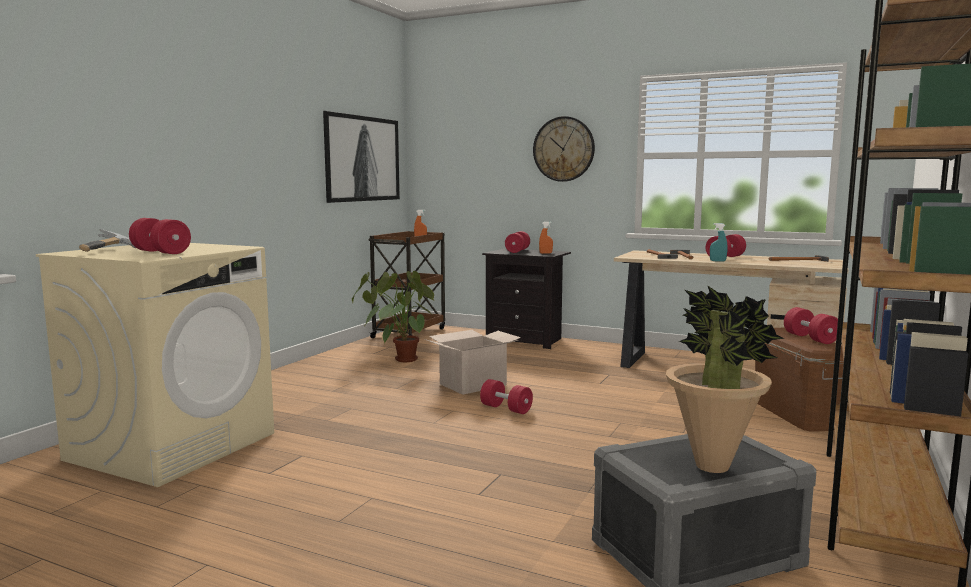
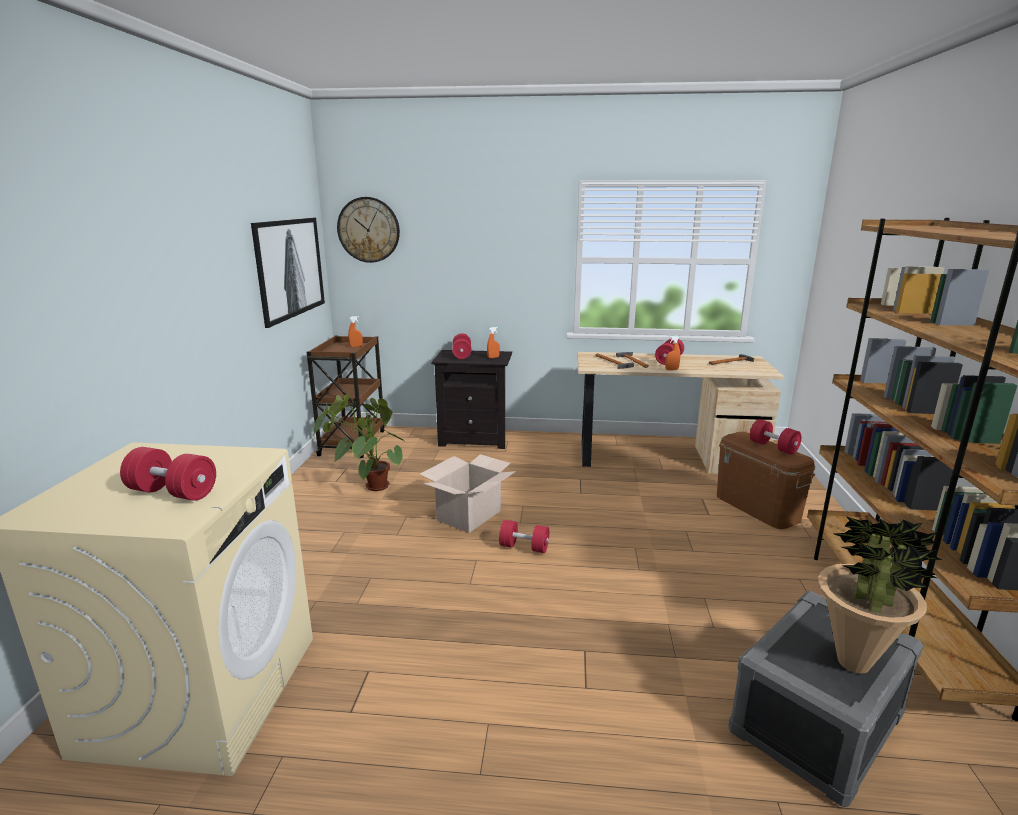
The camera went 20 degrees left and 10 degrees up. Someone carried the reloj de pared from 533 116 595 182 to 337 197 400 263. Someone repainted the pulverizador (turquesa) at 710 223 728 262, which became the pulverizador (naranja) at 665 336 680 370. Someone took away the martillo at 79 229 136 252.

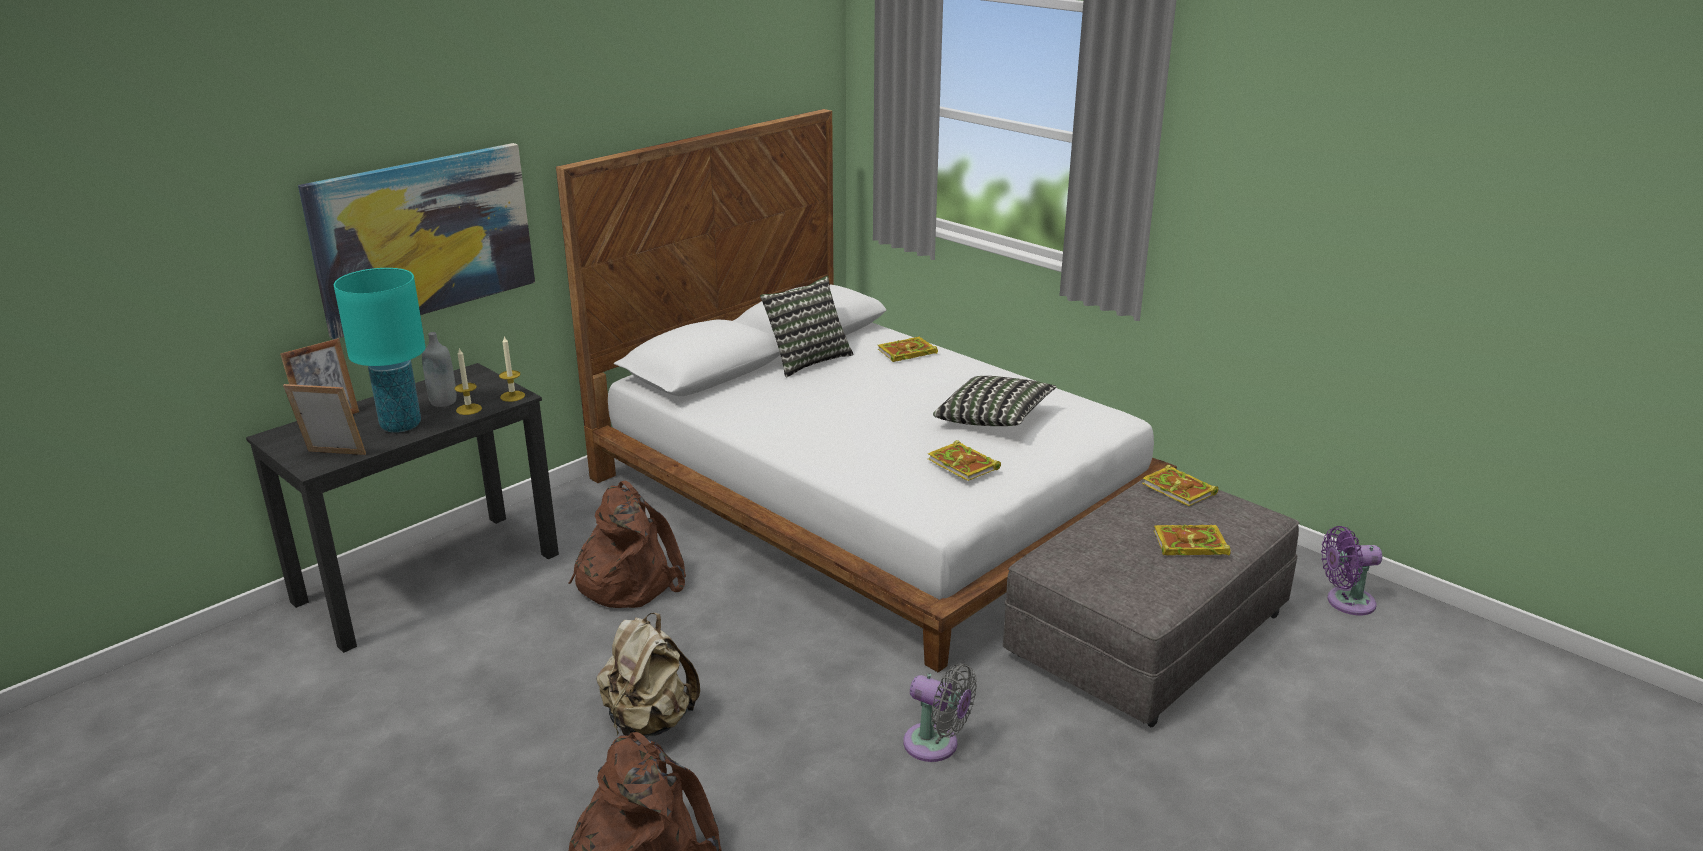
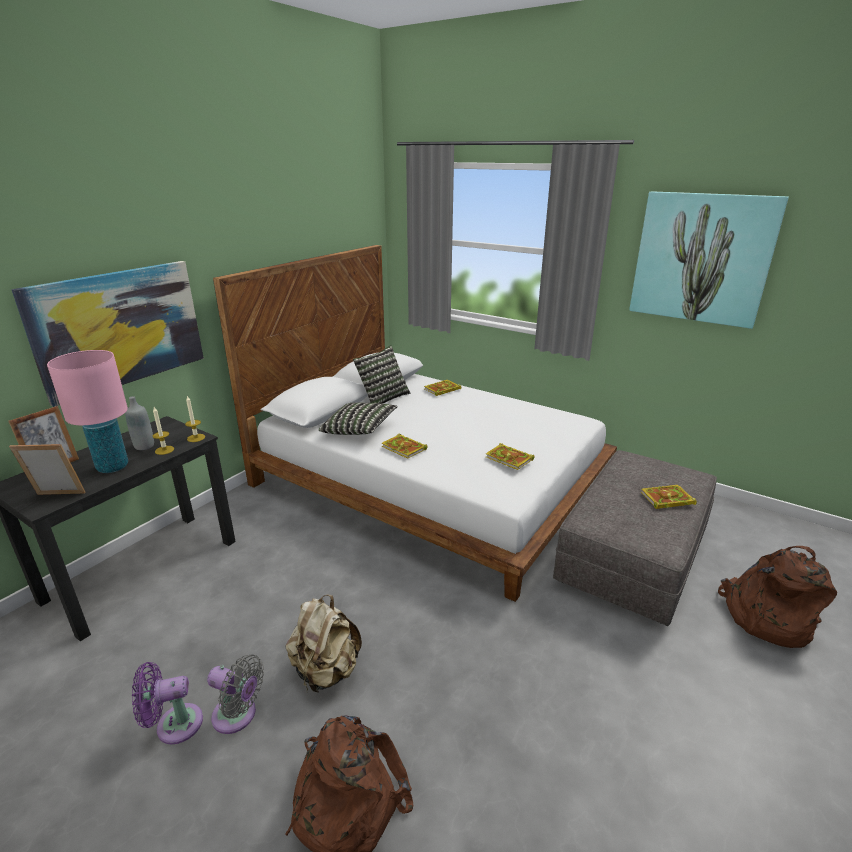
The camera went 10 degrees left and 0 degrees up. Someone repainted the lámpara de mesa (turquesa) at 334 268 426 433, which became the lámpara de mesa (rosa) at 47 350 128 473. Someone carried the ventilador (morado) from 1321 526 1382 615 to 132 662 203 745. Someone carried the ventilador (gris) from 903 664 977 762 to 207 654 264 734. Someone carried the cojín from 933 376 1056 426 to 319 402 398 435. Someone carried the libro from 1142 465 1218 506 to 382 433 428 458. Someone put up the cuadro at 629 191 789 329. Someone carried the mochila (marrón) from 569 481 686 608 to 718 546 837 648.

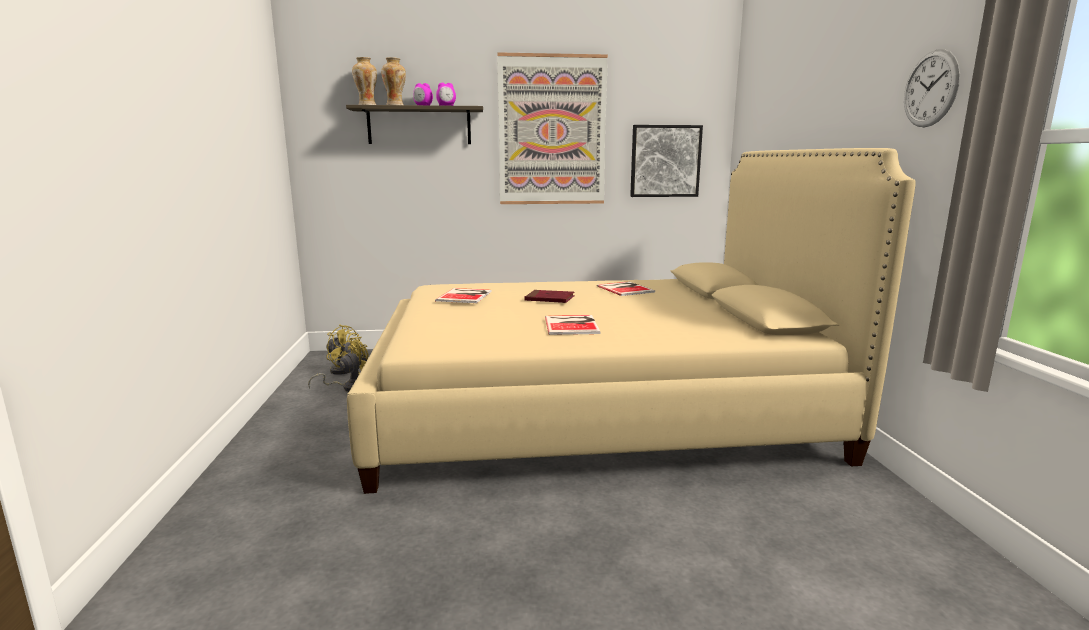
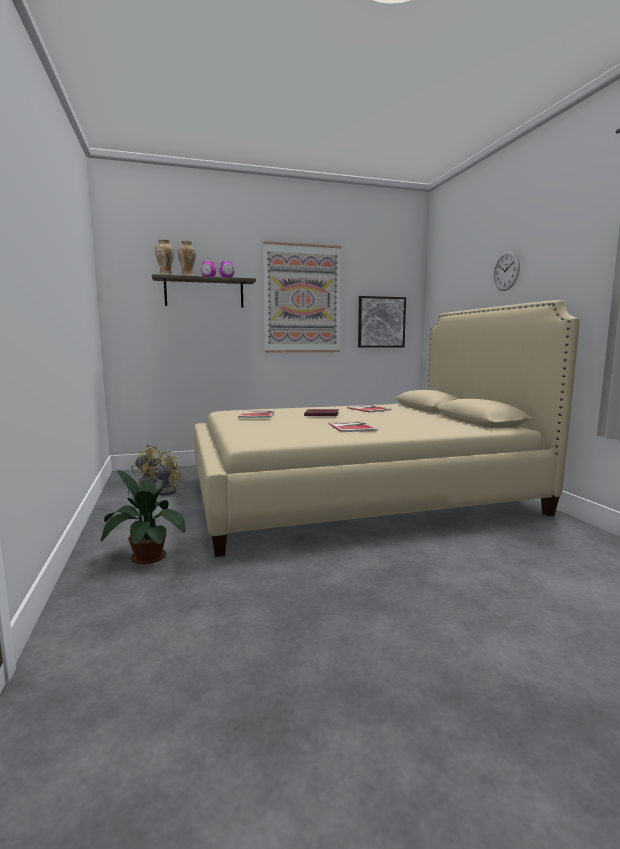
The camera went 10 degrees left and 5 degrees down. Someone put down the planta en maceta at 101 470 186 564. Someone carried the reloj de pared from 904 49 960 127 to 494 251 520 291.

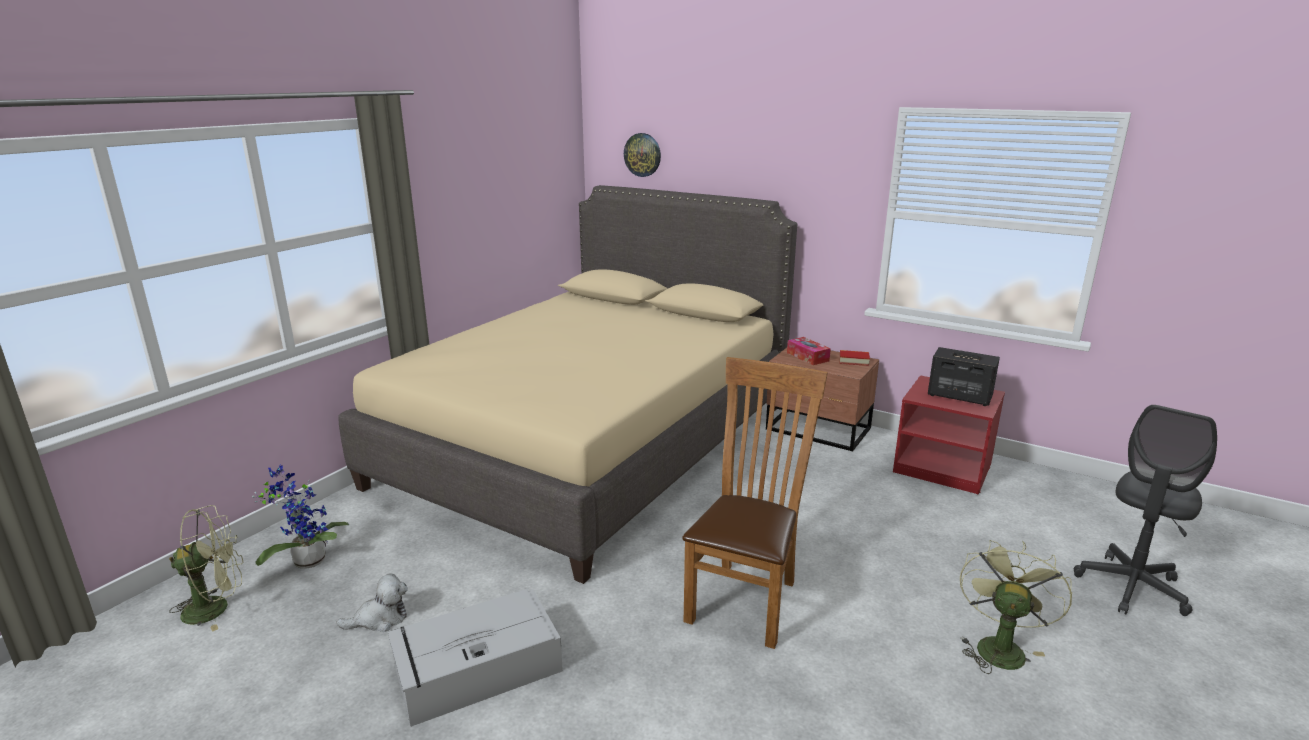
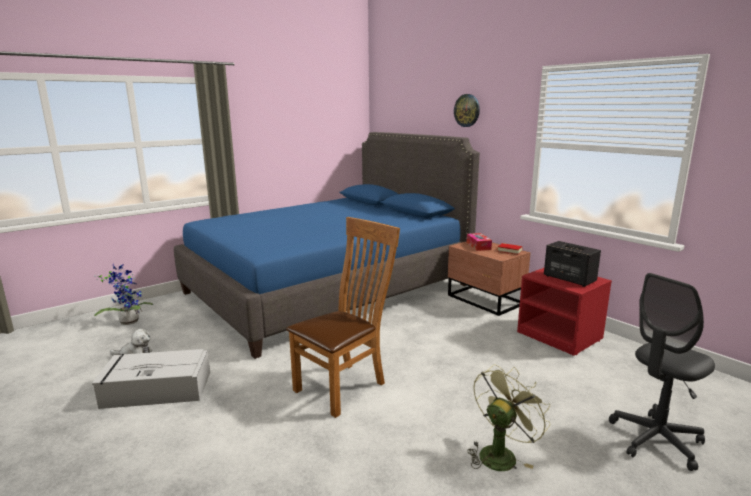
The camera went 20 degrees right and 5 degrees down. Someone repainted the cama (beis) at 339 185 797 584, which became the cama (azul) at 174 132 480 359. Someone carried the reloj de pared from 624 133 661 177 to 454 94 480 127. Someone took away the ventilador (verde) at 169 505 243 632.

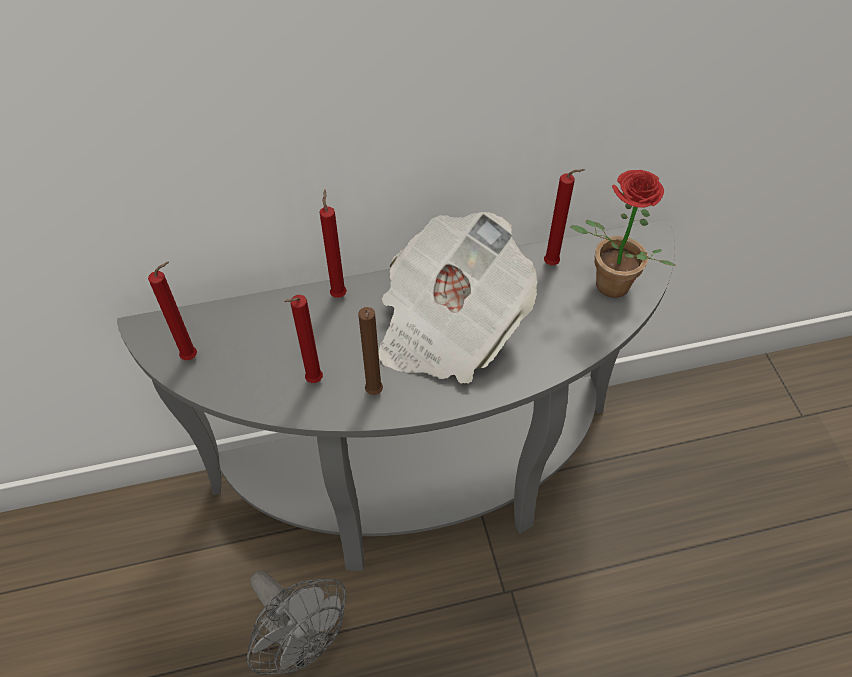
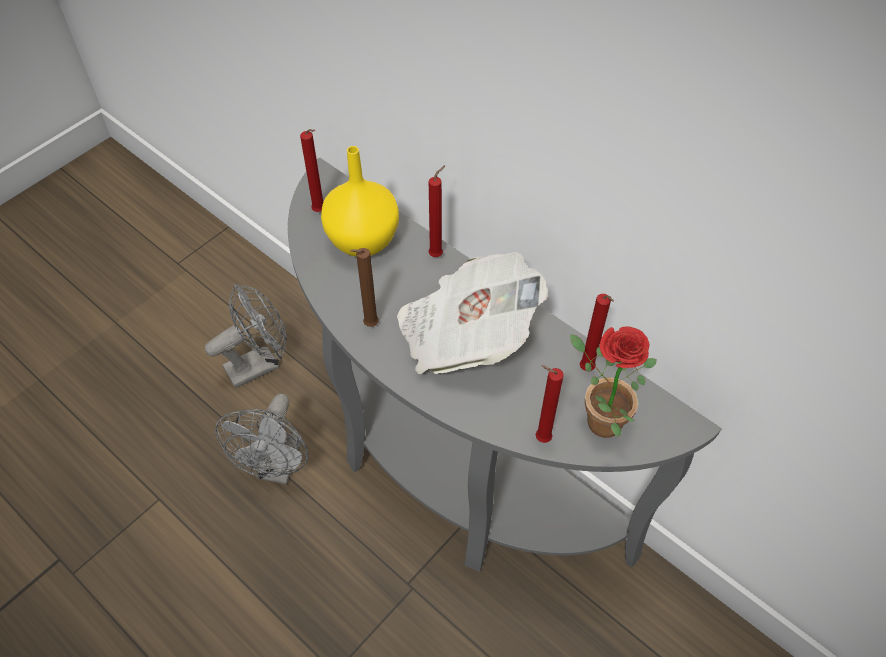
The camera went 55 degrees right and 0 degrees up. Someone put down the ventilador (gris) at 205 284 287 388. Someone put down the florero (amarillo) at 321 146 399 257. Someone carried the vela (rojo) from 284 295 323 383 to 535 365 564 443.

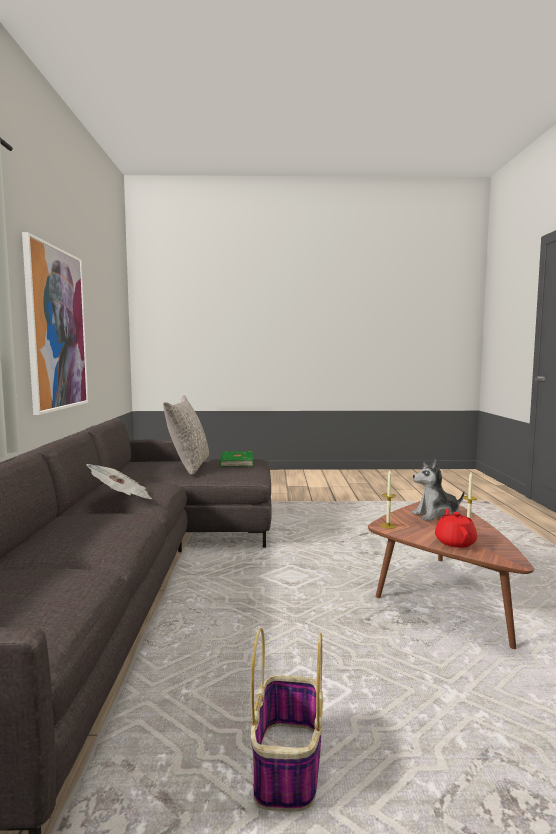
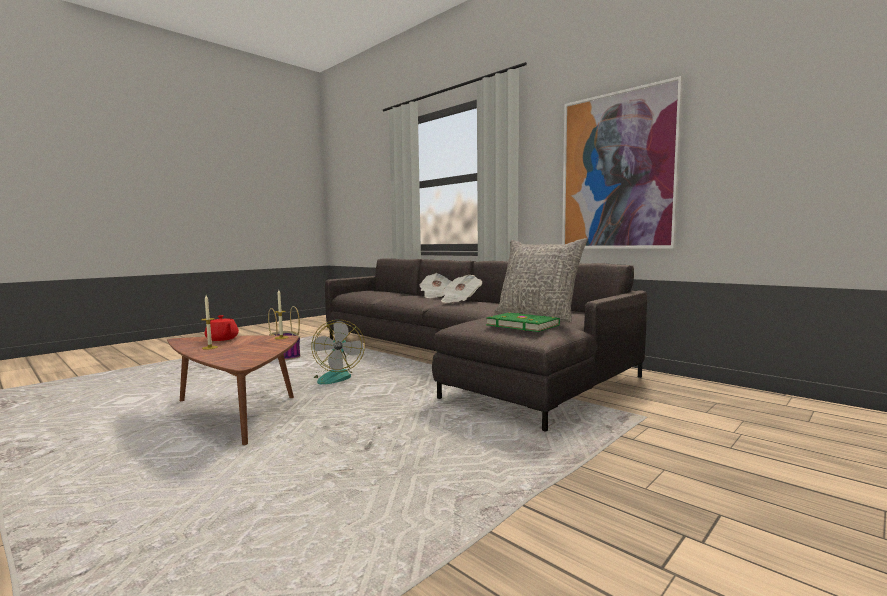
The camera went 135 degrees right and 0 degrees up. Someone put down the ventilador at 311 320 365 384. Someone put down the periódico at 420 273 452 298. Someone took away the peluche at 412 459 465 521.

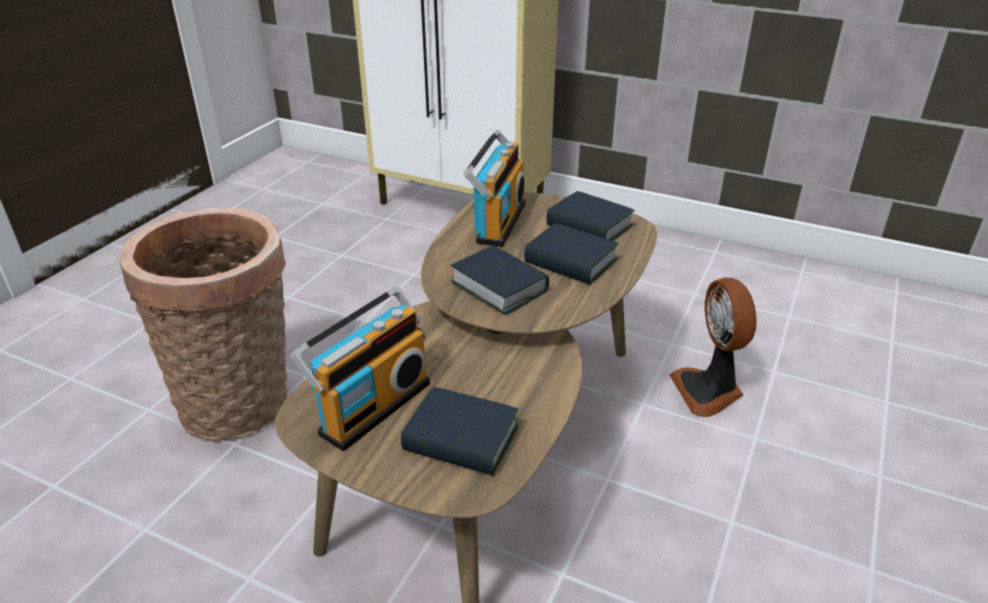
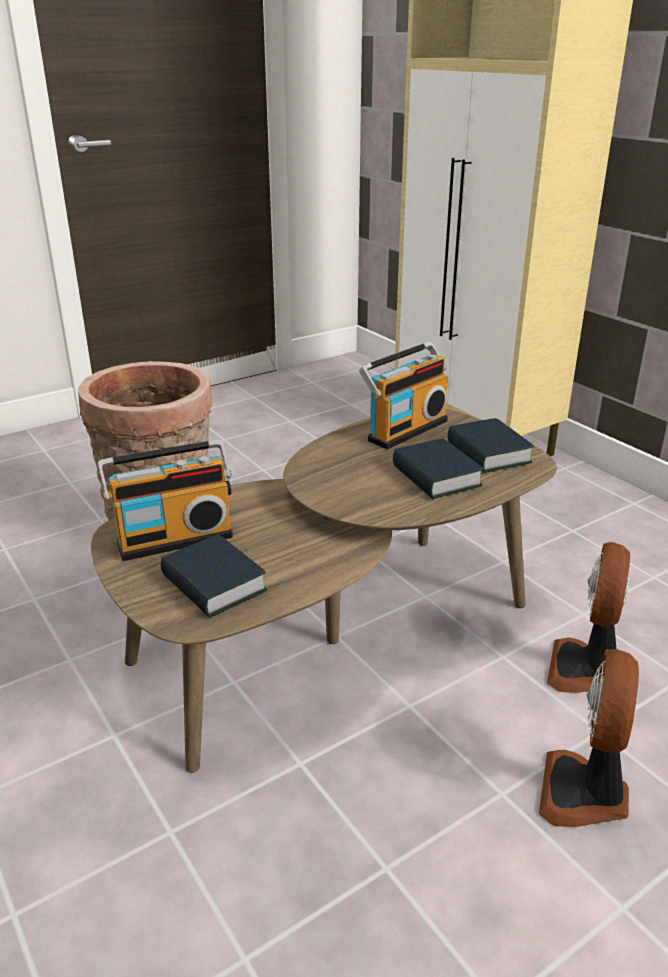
The camera went 30 degrees right and 5 degrees down. Someone put down the ventilador at 539 649 639 827. Someone took away the libro at 451 245 549 315.

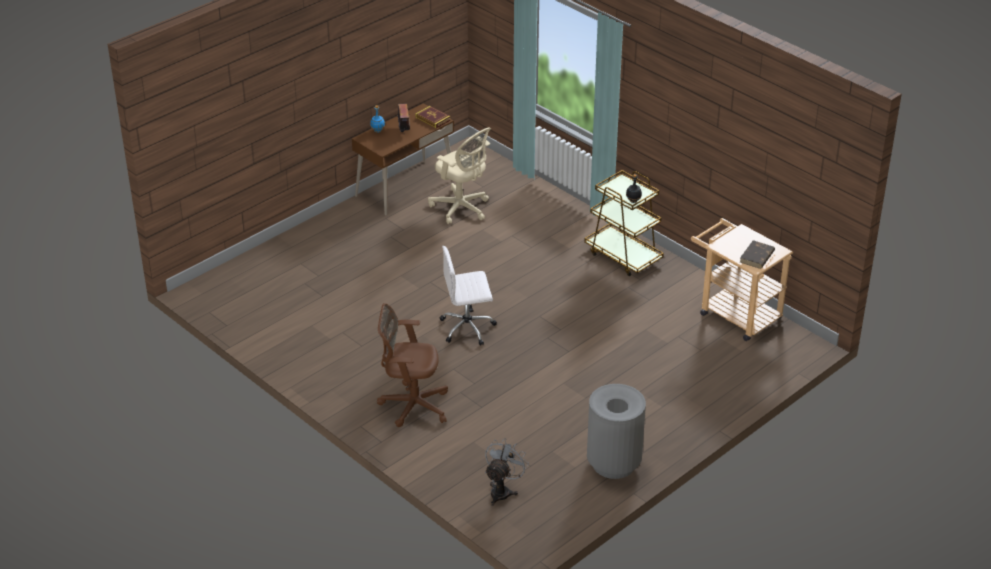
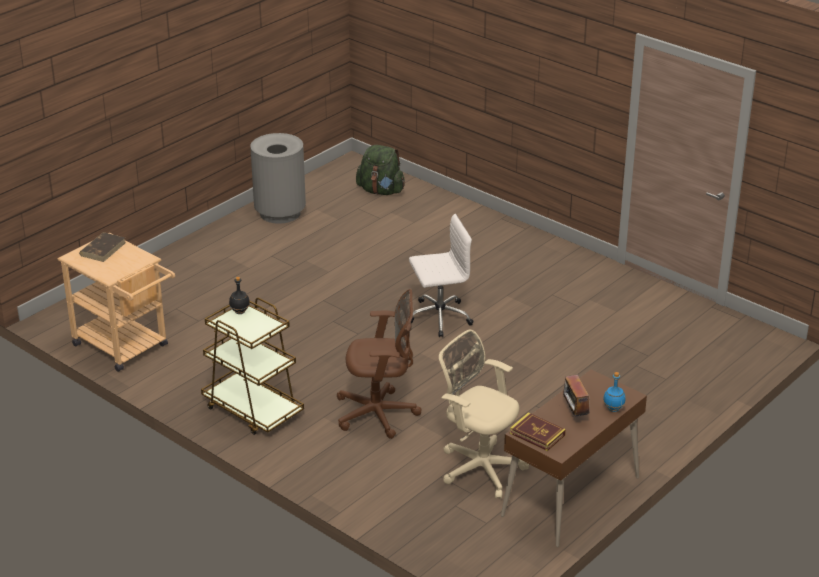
The camera went 175 degrees right and 5 degrees down. Someone carried the silla de oficina (marrón) from 377 303 448 427 to 337 289 421 439. Someone swapped the ventilador (gris) at 485 438 529 506 for the mochila (verde) at 356 145 405 195.

